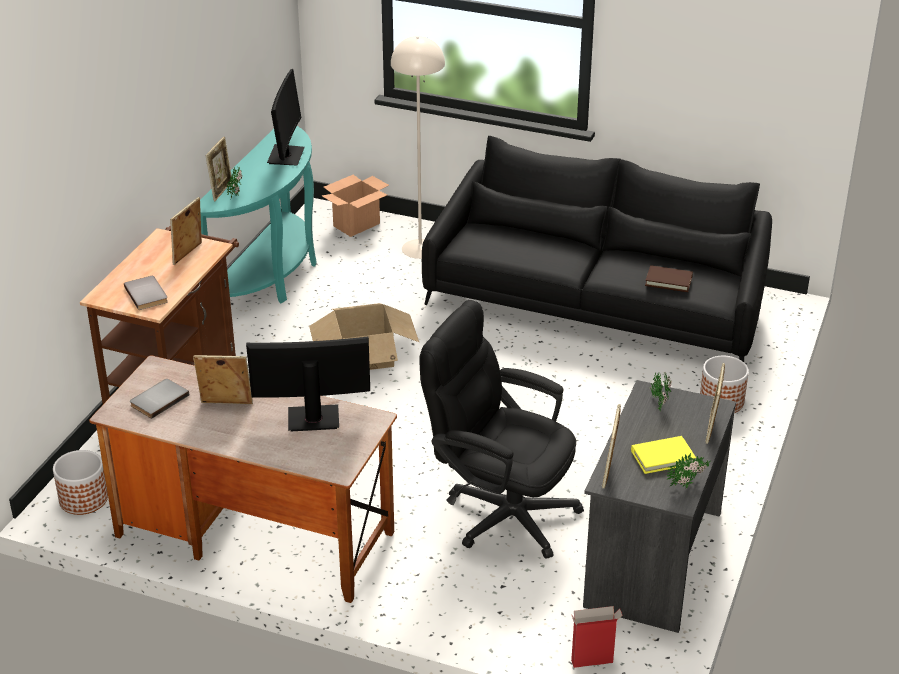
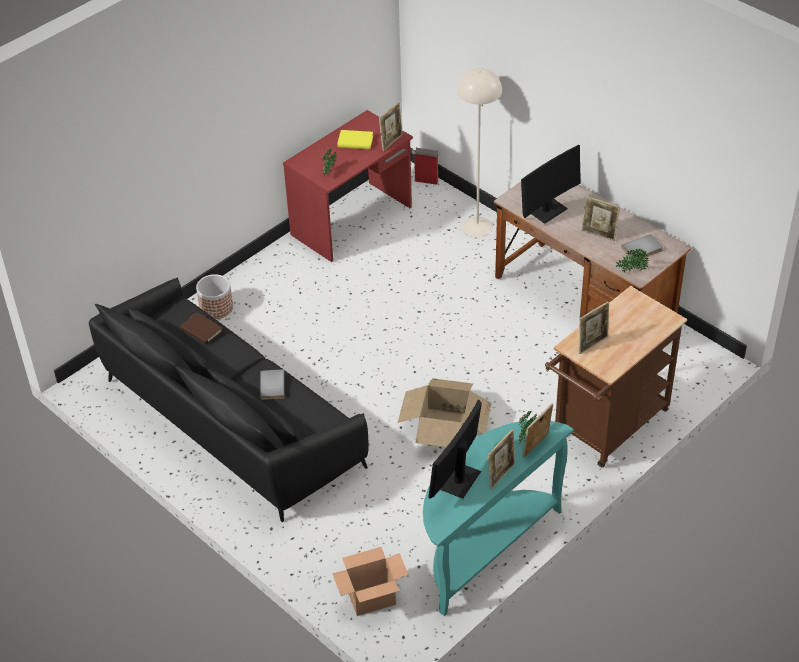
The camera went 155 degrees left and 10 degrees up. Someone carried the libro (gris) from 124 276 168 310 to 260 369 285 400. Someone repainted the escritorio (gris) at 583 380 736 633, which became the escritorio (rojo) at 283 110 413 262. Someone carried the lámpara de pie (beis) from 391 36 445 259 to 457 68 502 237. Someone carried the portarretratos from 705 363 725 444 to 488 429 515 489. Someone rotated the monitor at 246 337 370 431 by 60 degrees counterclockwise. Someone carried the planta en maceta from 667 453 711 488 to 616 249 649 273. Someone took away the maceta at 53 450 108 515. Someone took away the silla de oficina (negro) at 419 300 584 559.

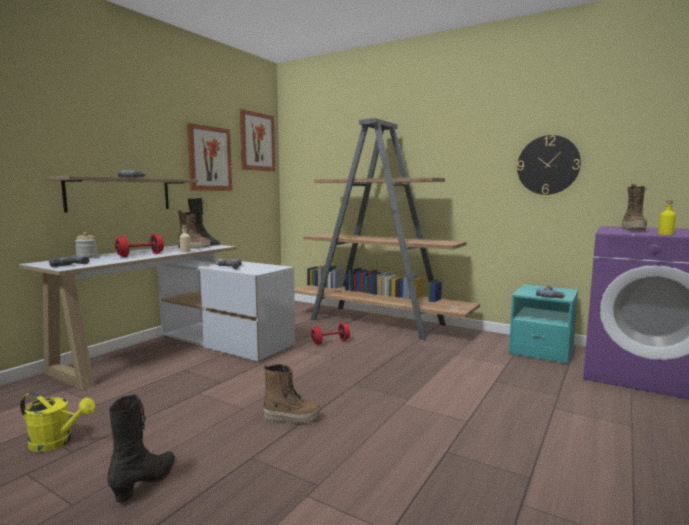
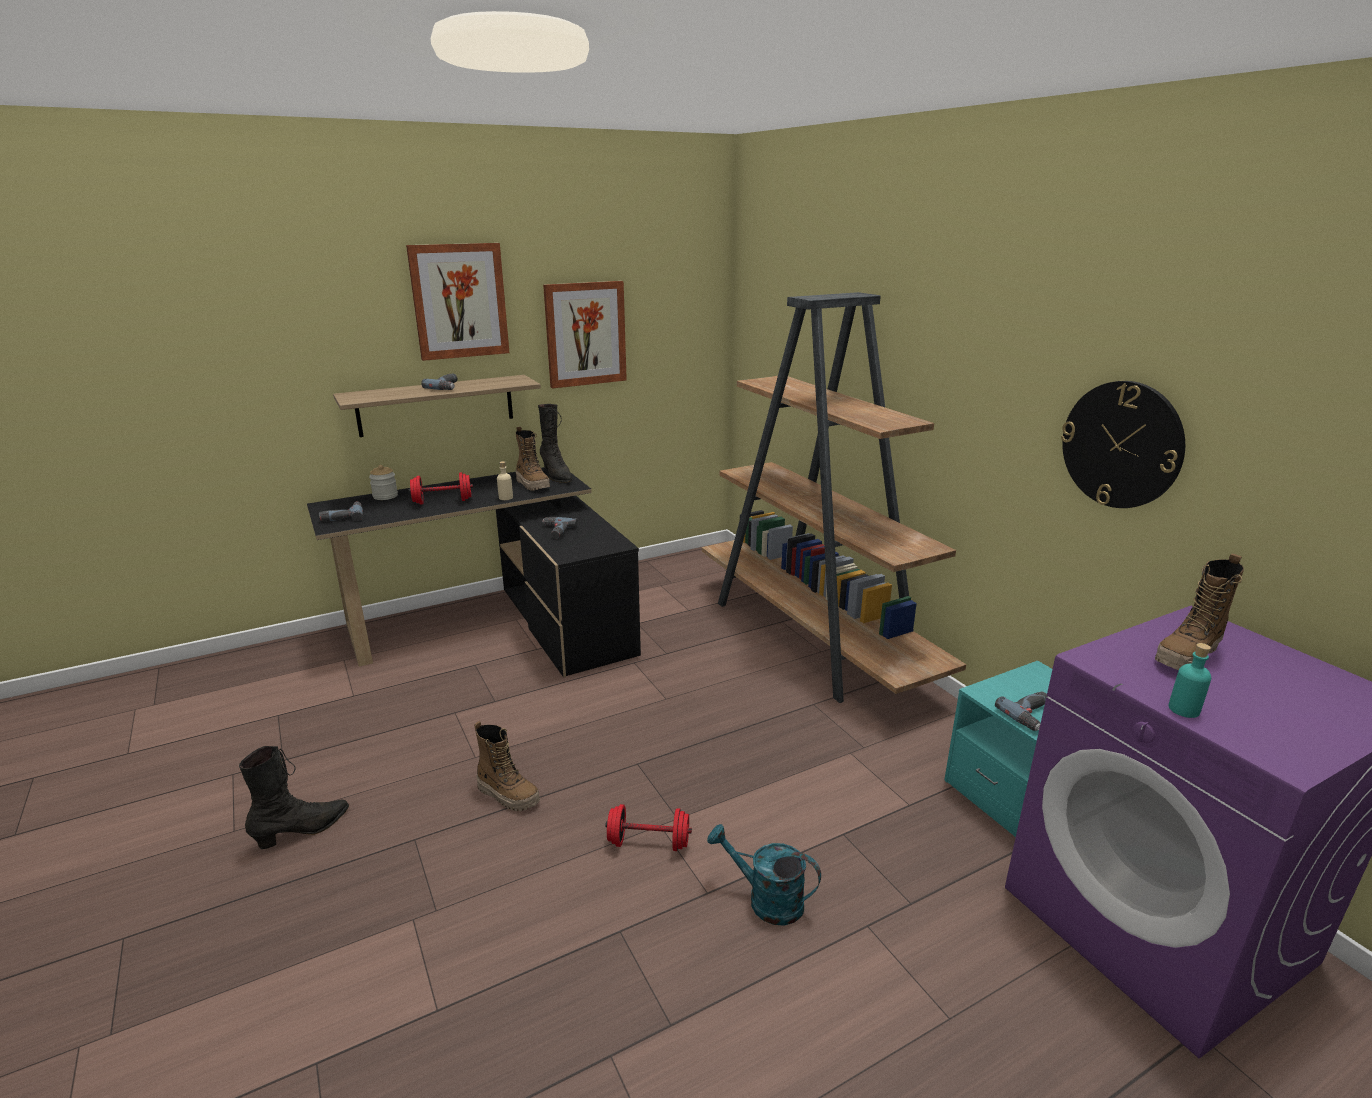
The camera went 30 degrees right and 15 degrees up. Someone repainted the escritorio (blanco) at 19 245 295 390, which became the escritorio (negro) at 307 467 641 677. Someone carried the cuadro from 239 110 275 171 to 406 243 509 361. Someone carried the mancuerna (rojo) from 311 323 350 345 to 605 804 692 851. Someone put down the regadera (turquesa) at 707 824 821 926. Someone repainted the botella (amarillo) at 658 200 676 235, which became the botella (turquesa) at 1169 643 1211 718. Someone took away the regadera (amarillo) at 20 393 96 452.

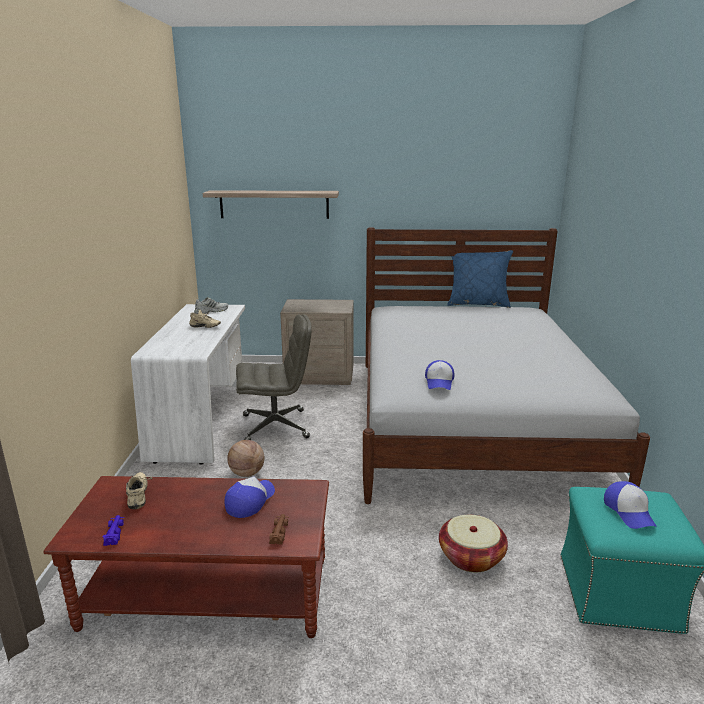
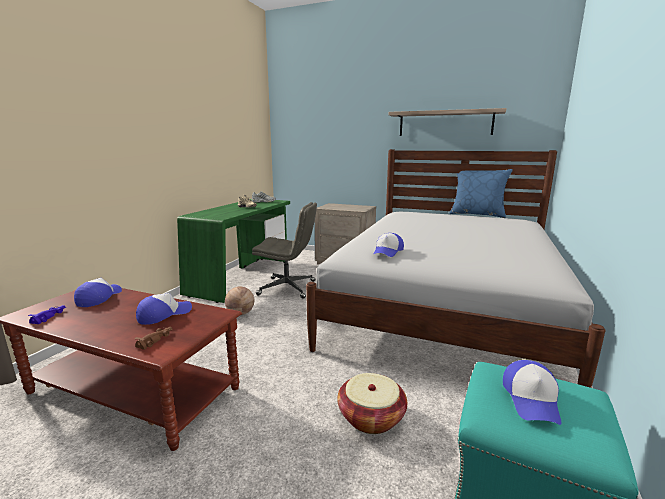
The camera went 20 degrees right and 5 degrees down. Someone swapped the zapato (beis) at 126 472 153 509 for the gorra at 74 278 122 307. Someone repainted the escritorio (blanco) at 131 304 245 465, which became the escritorio (verde) at 177 199 290 303. Someone carried the estante from 203 190 339 219 to 389 108 506 136.

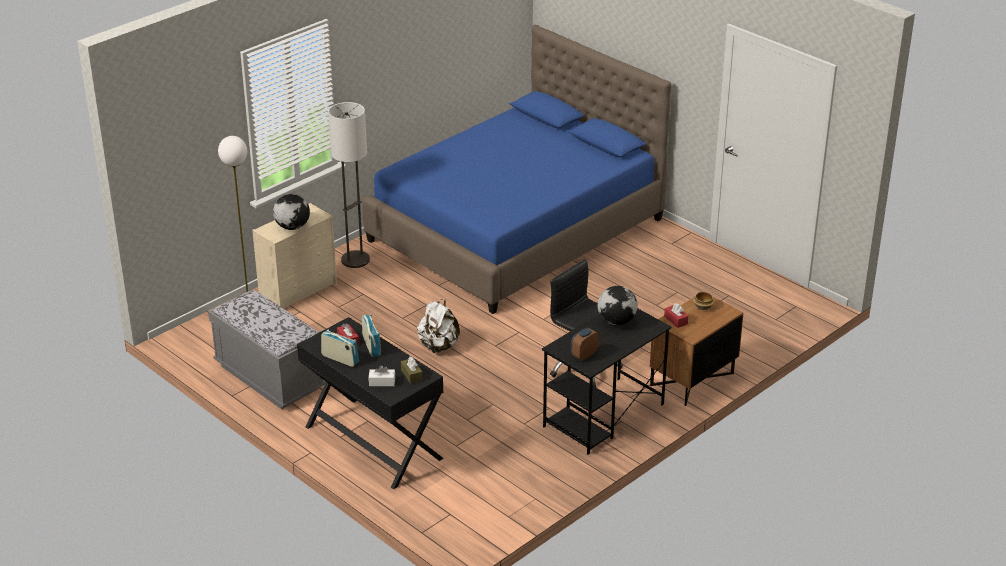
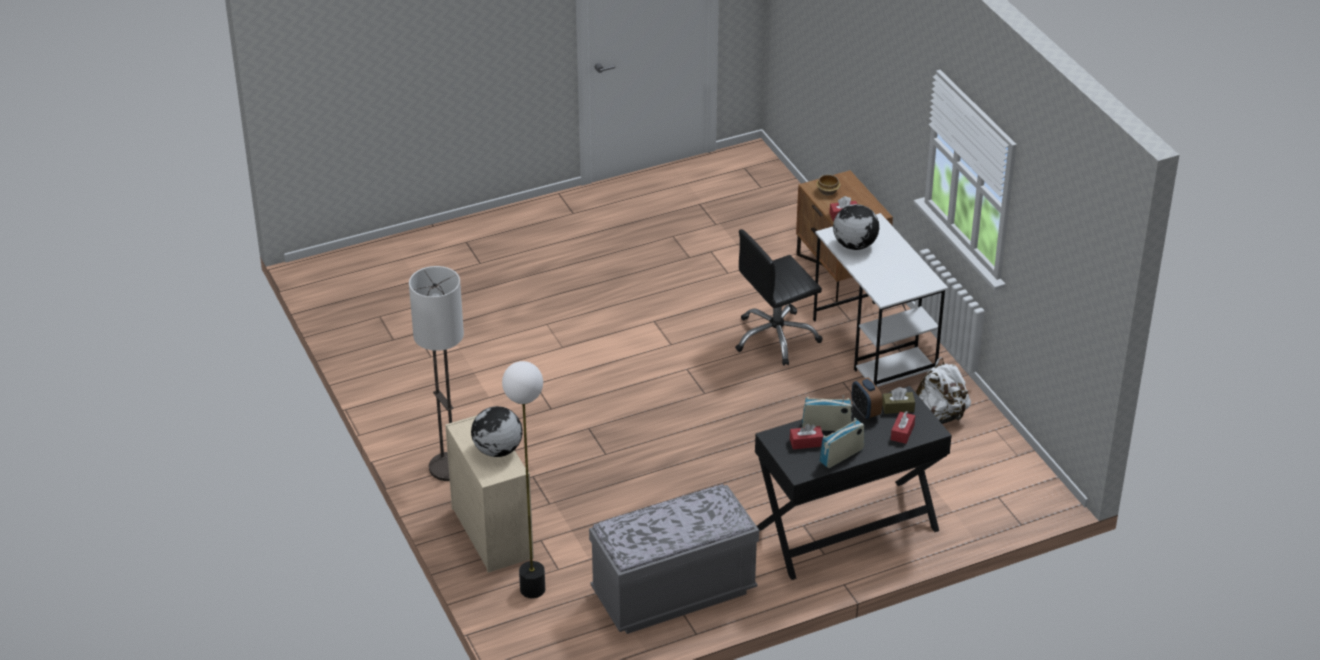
The camera went 70 degrees left and 5 degrees up. Someone repainted the escritorio (negro) at 542 308 672 455, which became the escritorio (blanco) at 813 213 948 387. Someone carried the despertador from 571 328 599 361 to 851 377 883 419. Someone repainted the caja de pañuelos (blanco) at 369 365 395 386, which became the caja de pañuelos (rojo) at 891 411 915 444. Someone carried the mochila (blanco) from 417 299 460 353 to 916 357 971 424. Someone took away the cama (azul) at 363 25 672 314.

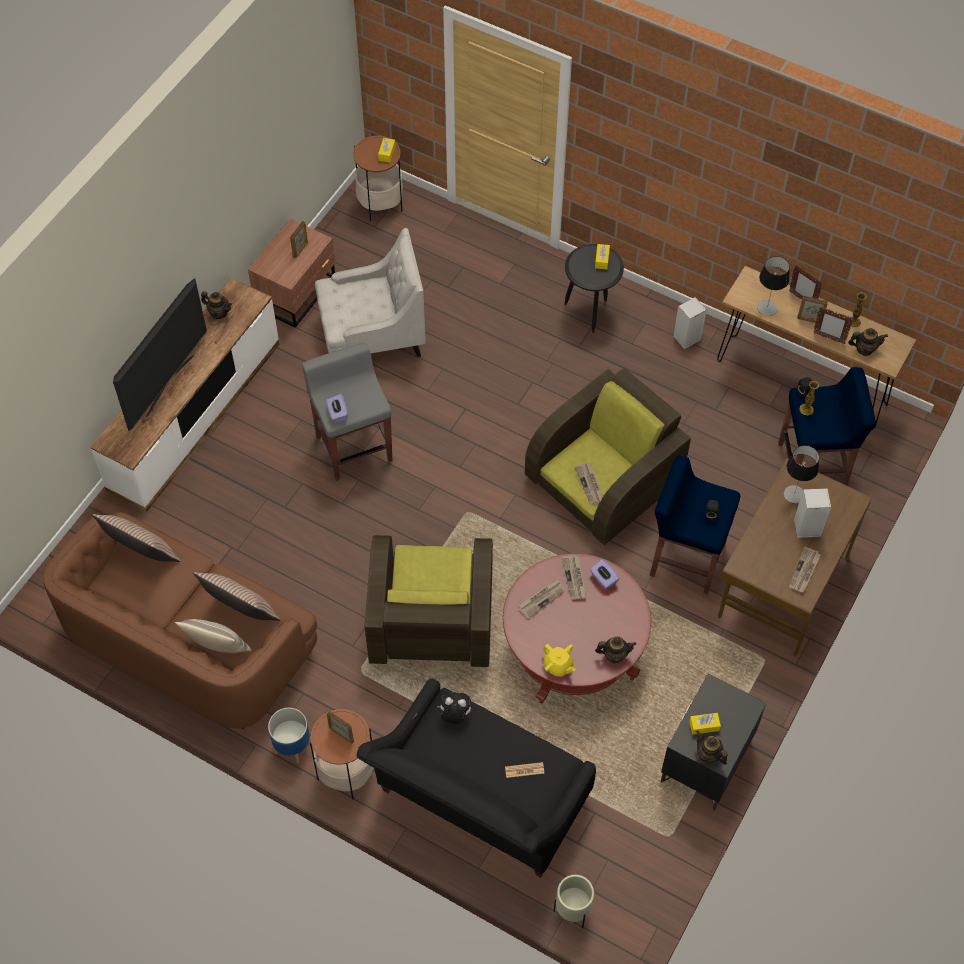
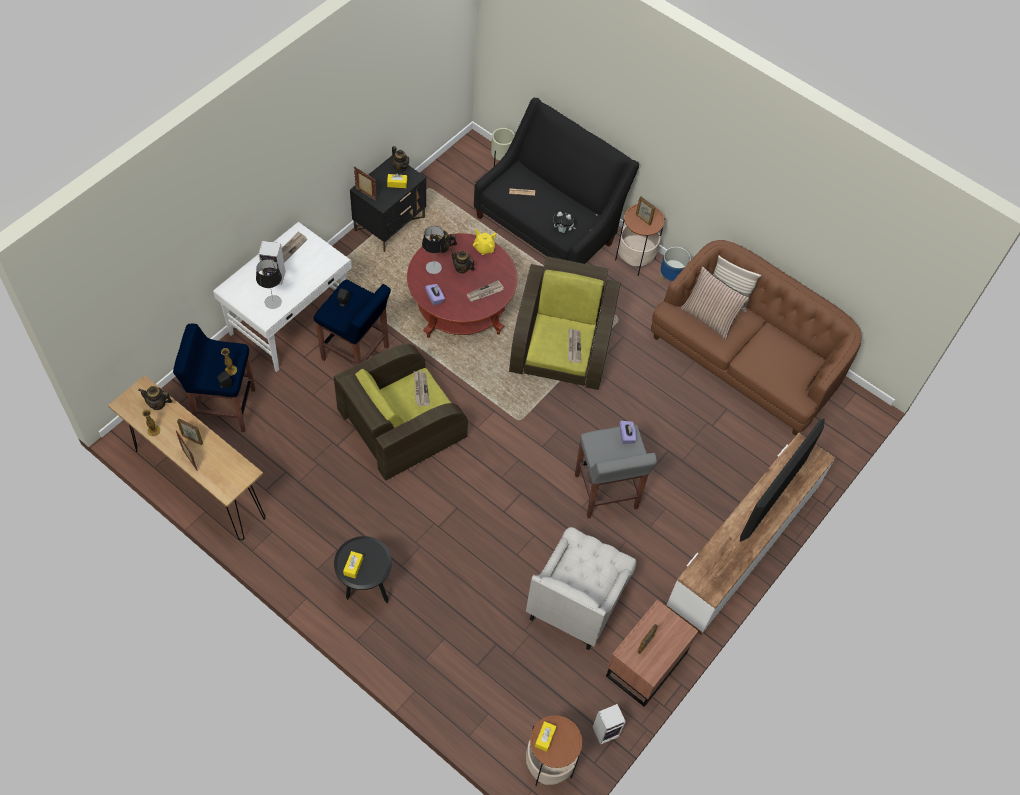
The camera went 175 degrees left and 0 degrees up. Someone repainted the escritorio (marrón) at 718 458 872 656, which became the escritorio (blanco) at 213 222 352 372. Someone carried the portarretratos from 813 307 853 344 to 354 167 376 201. Someone carried the lámpara de mesa from 757 256 790 316 to 422 226 446 274. Someone carried the tetera from 201 291 232 319 to 450 250 475 274. Someone rotated the sillón (blanco) at 315 228 426 357 by 60 degrees counterclockwise. Someone carried the periódico from 561 555 587 600 to 568 329 581 363. Someone carried the altavoz from 673 297 707 349 to 593 704 626 745. Someone took away the cojín at 92 514 181 562.

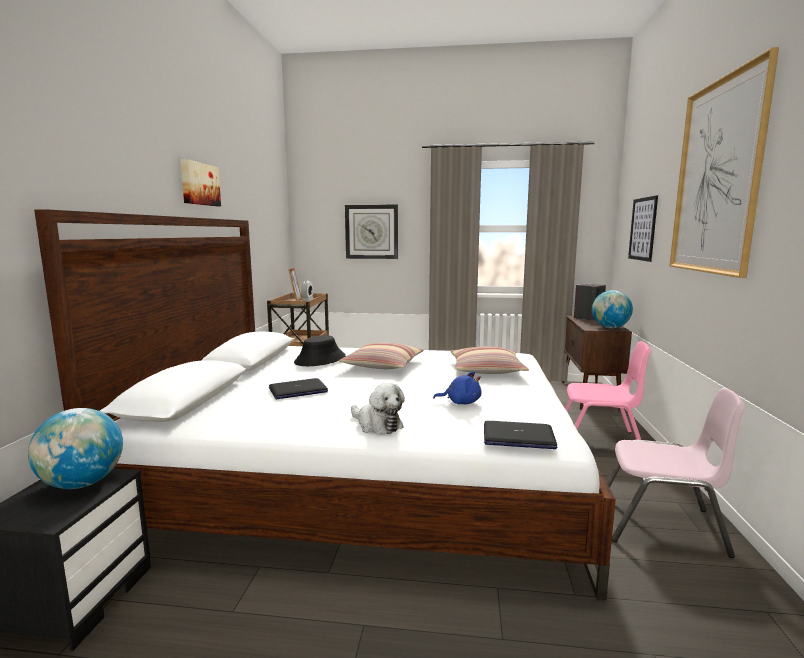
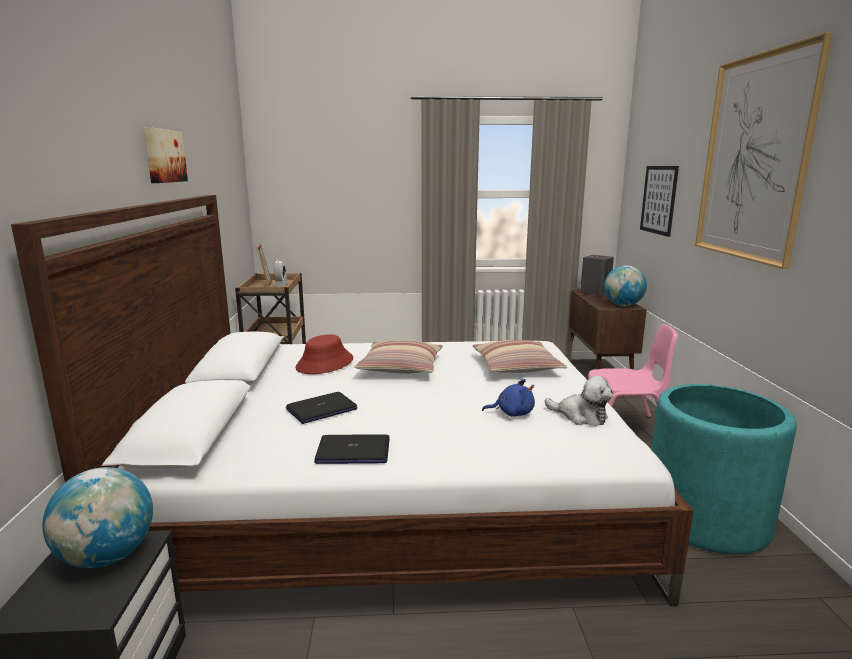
The camera went 10 degrees left and 5 degrees up. Someone repainted the sombrero (negro) at 294 335 346 366, which became the sombrero (rojo) at 296 334 353 374. Someone carried the portátil from 484 421 557 449 to 314 434 389 464. Someone carried the peluche from 351 383 405 434 to 545 376 613 426. Someone swapped the silla (rosa) at 606 388 745 558 for the maceta (turquesa) at 651 384 797 555. Someone took away the reloj de pared at 345 205 398 259.

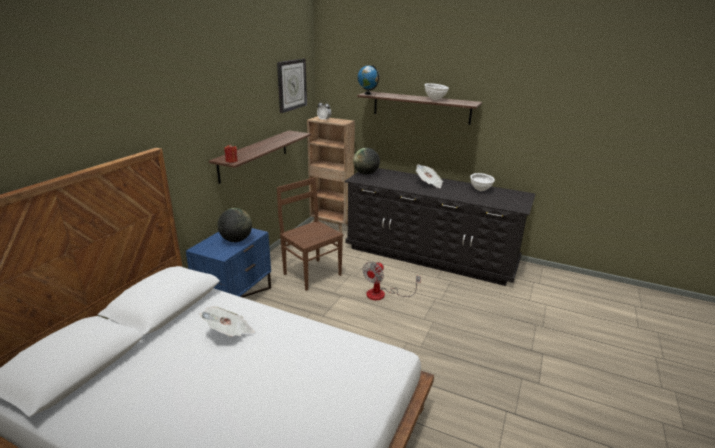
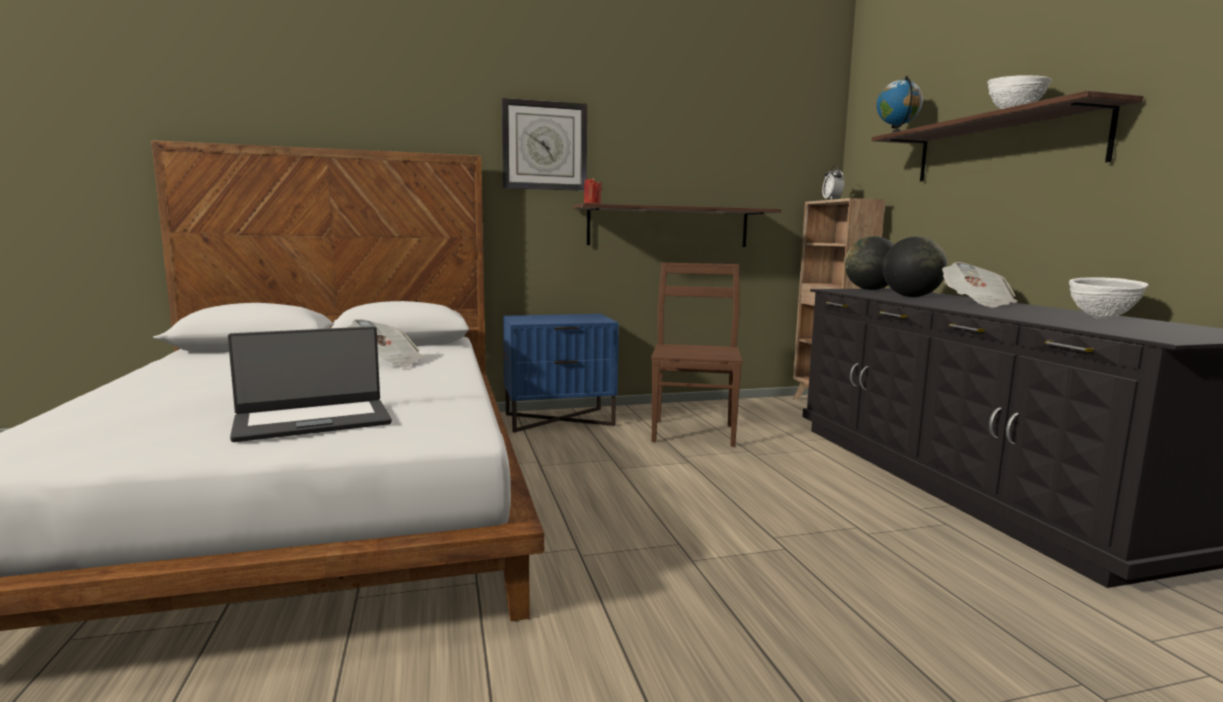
The camera went 50 degrees right and 15 degrees down. Someone put down the portátil at 228 326 392 442. Someone carried the reloj de pared from 277 59 307 113 to 502 98 587 191. Someone carried the globo terráqueo from 217 208 252 242 to 883 236 947 297. Someone took away the ventilador at 362 262 421 300.

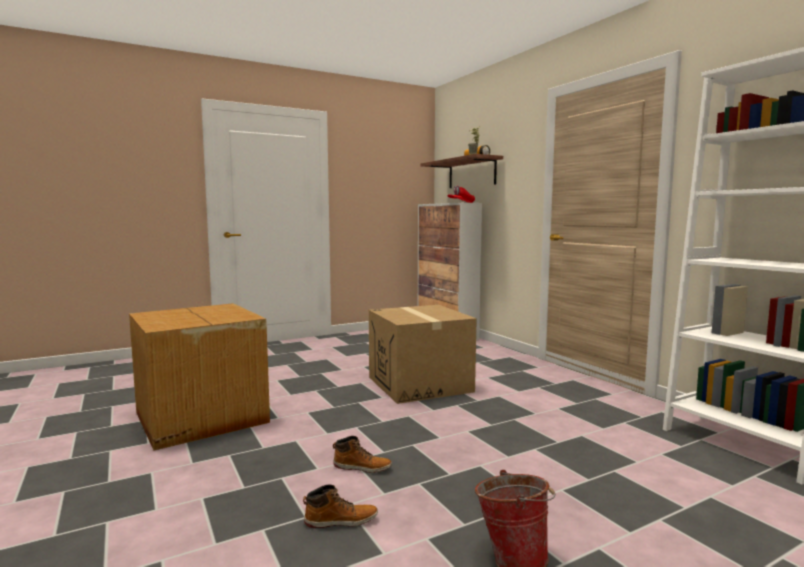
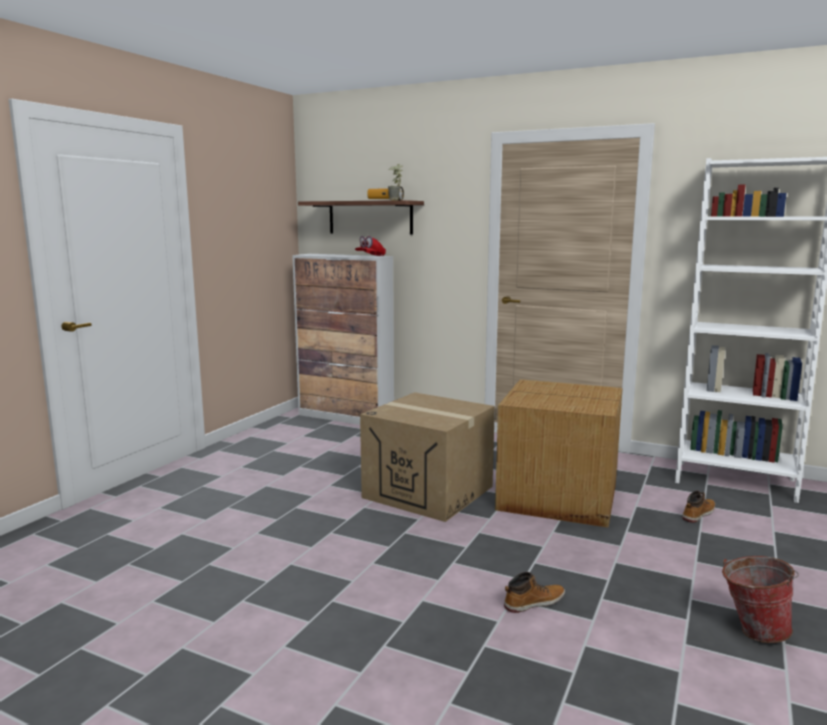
The camera went 35 degrees left and 5 degrees up. Someone carried the caja de cartón from 129 303 270 451 to 495 379 623 528. Someone carried the bota from 303 484 378 528 to 682 491 715 523.

